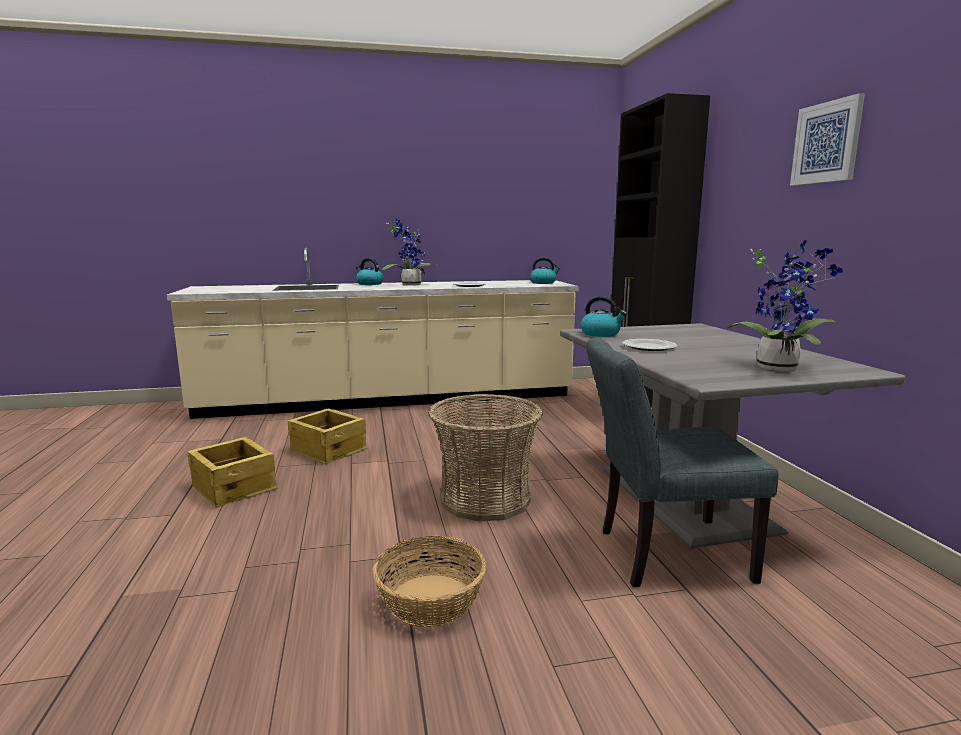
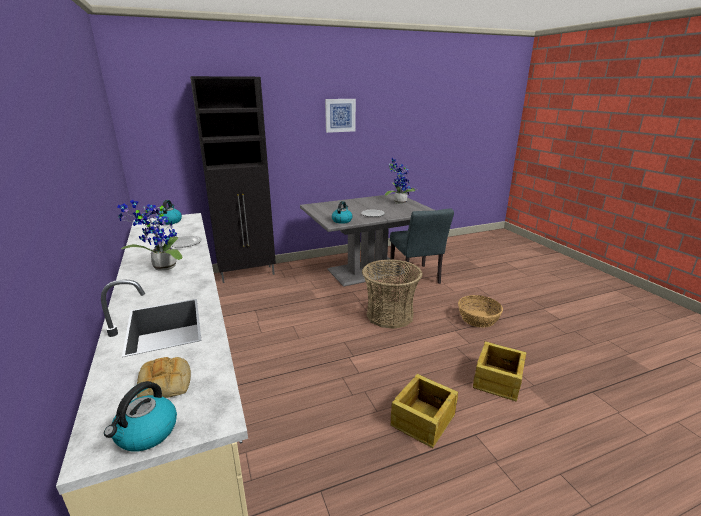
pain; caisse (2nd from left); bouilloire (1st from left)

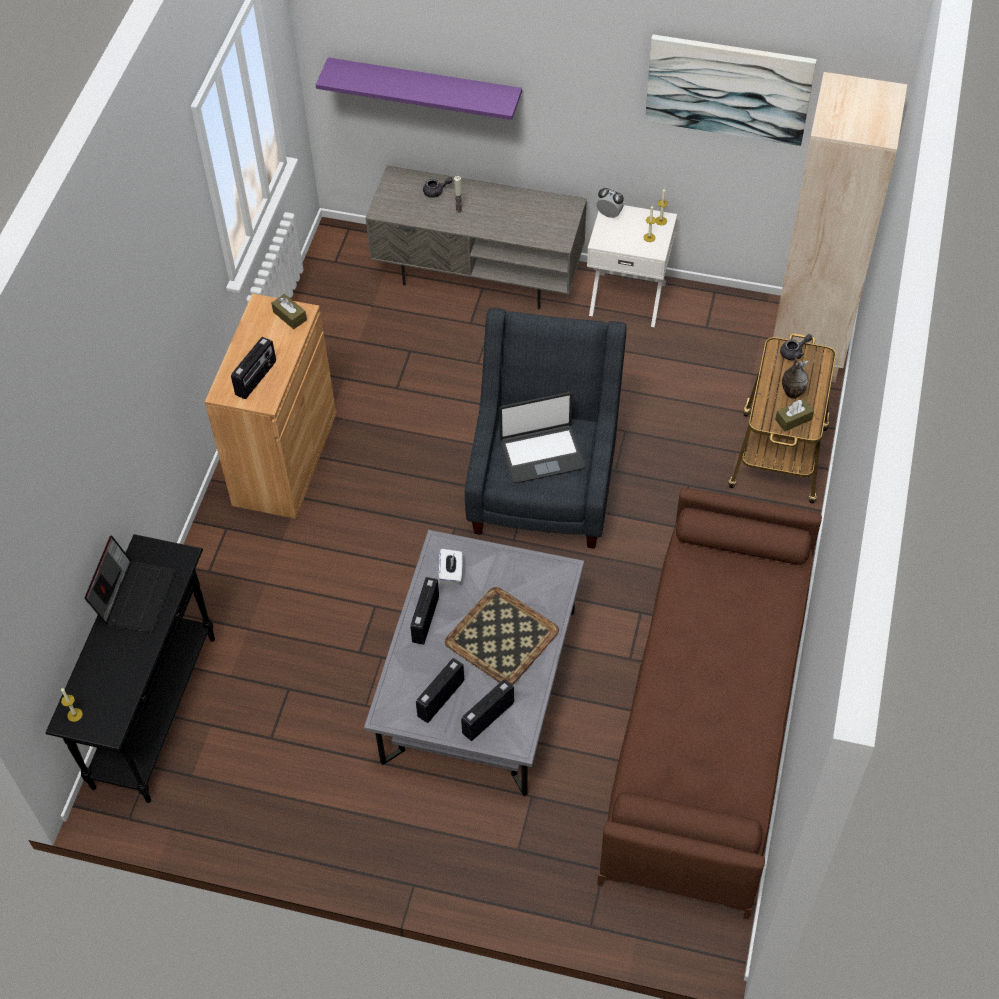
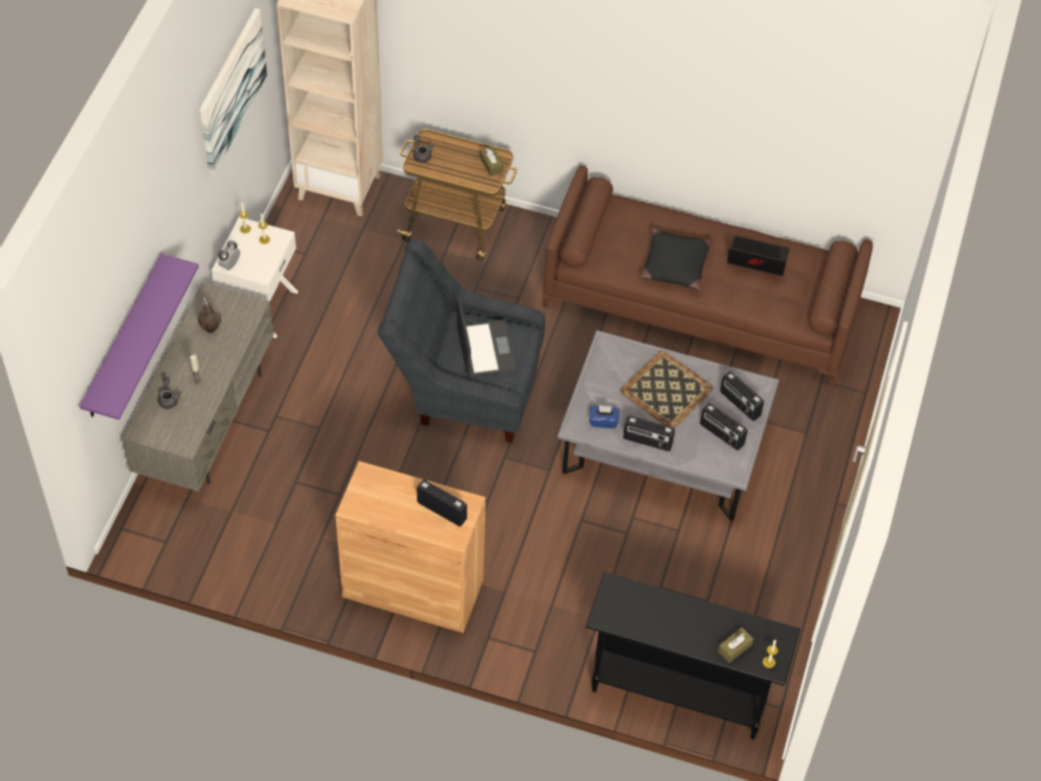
coussin (noir); ordinateur portable (2nd from left); boîte à mouchoirs (marron) (2nd from left); vase; boîte à mouchoirs (bleu)

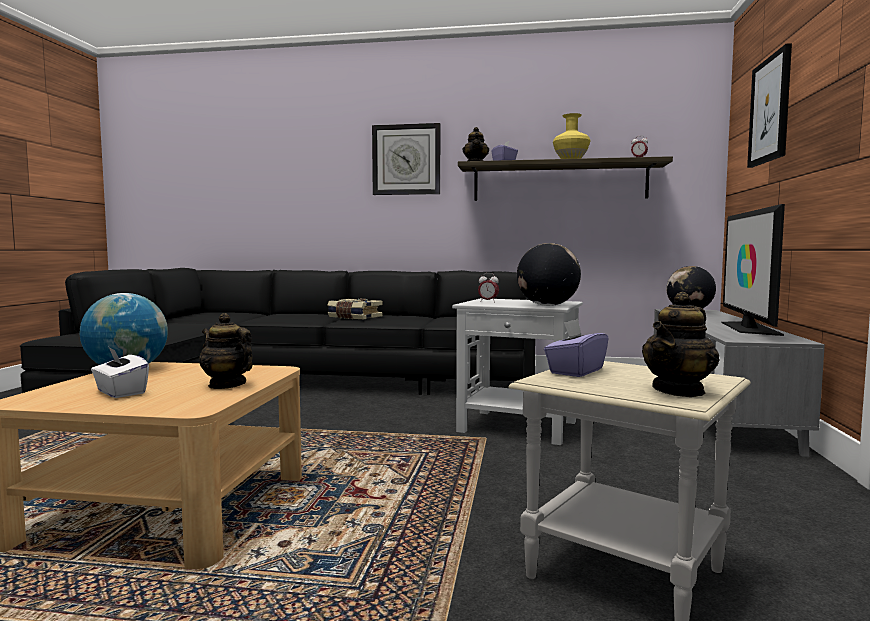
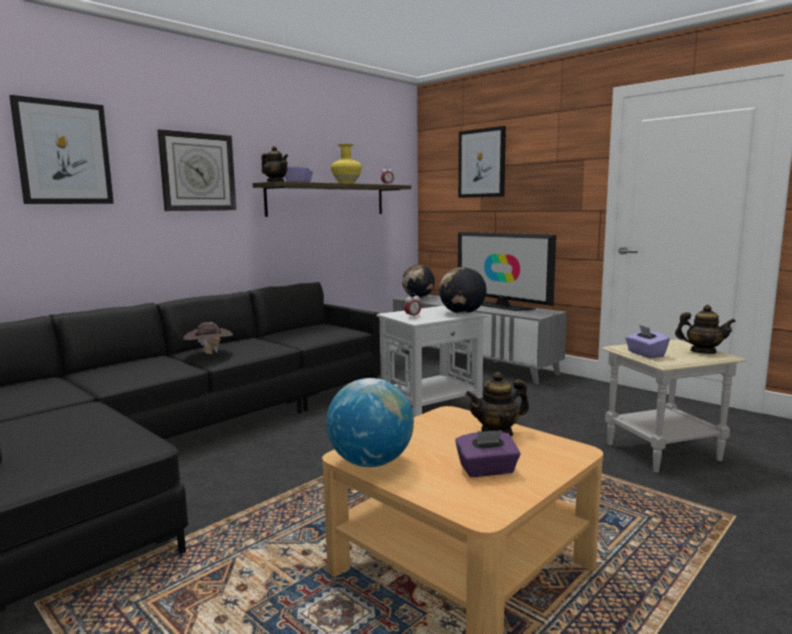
tableau (1st from left); chapeau (marron); boîte à mouchoirs (violet) (2nd from left); théière (3rd from left)

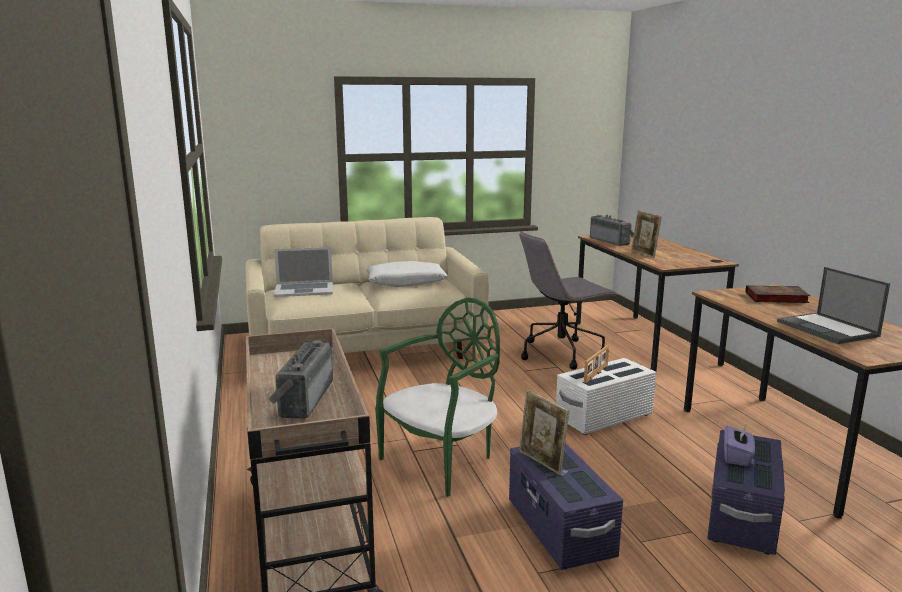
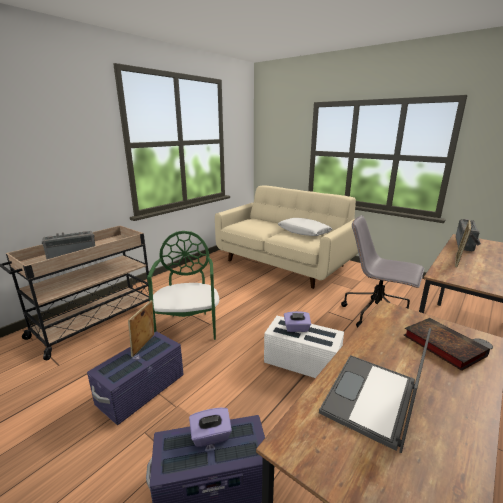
ordinateur portable (1st from left in the first image); boîte à mouchoirs (violet) (2nd from left); chaise (vert)

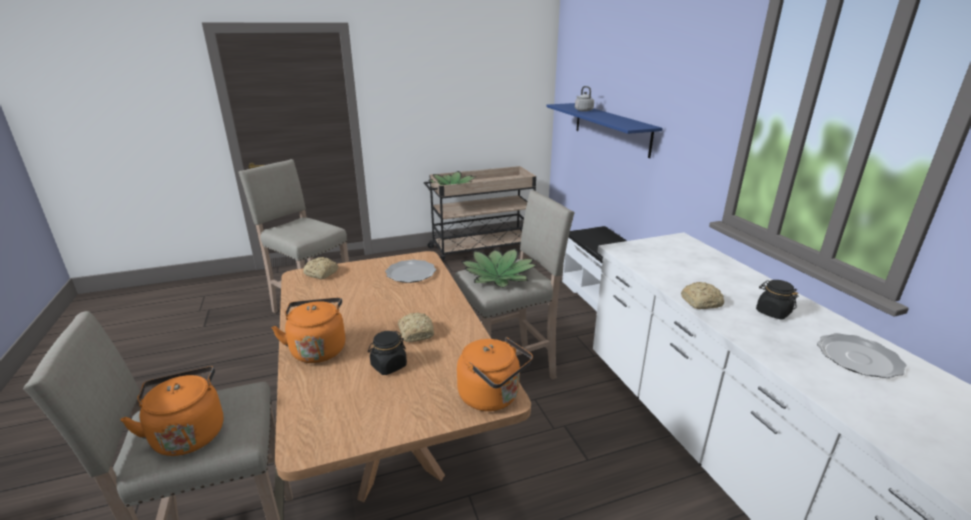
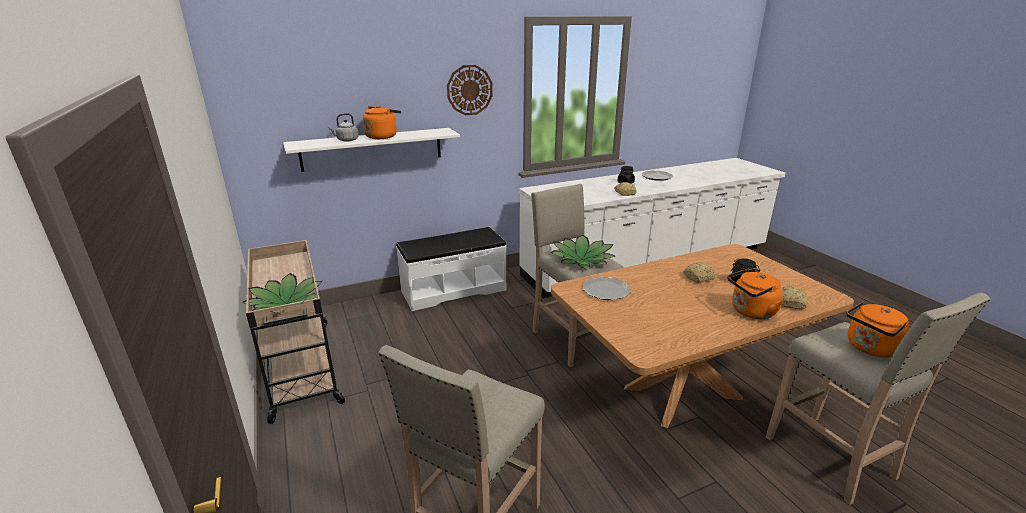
horloge murale; pain (3rd from left); bouilloire (orange) (1st from left); étagère (blanc)

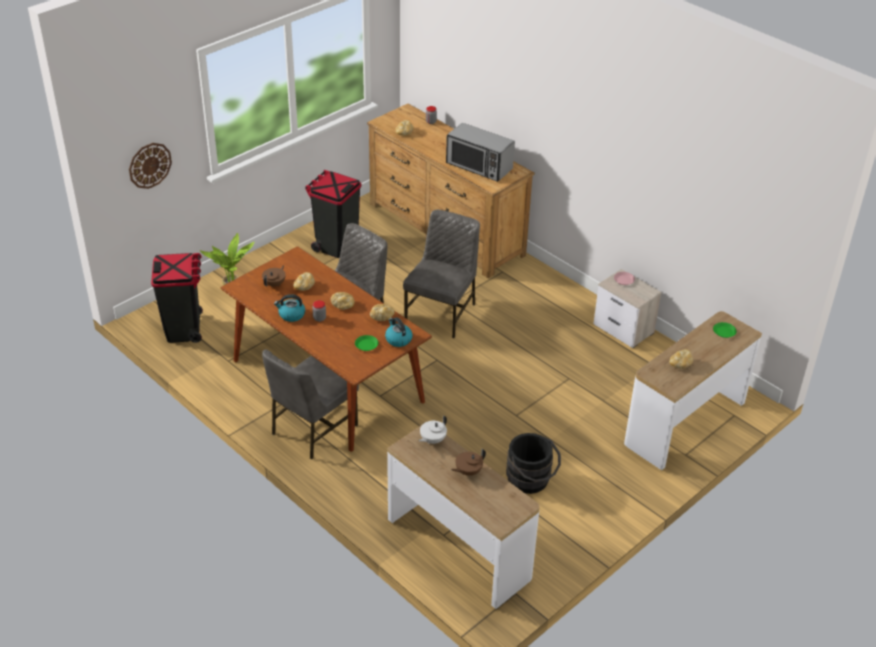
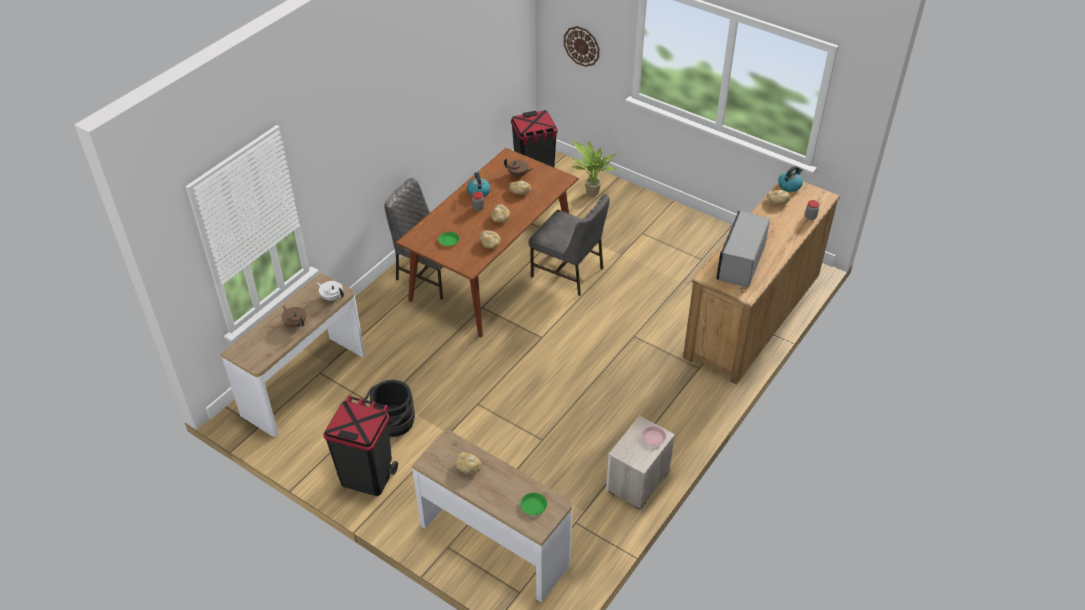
chaise (gris) (3rd from left in the first image); poubelle (noir) (1st from left); bouilloire (2nd from left)

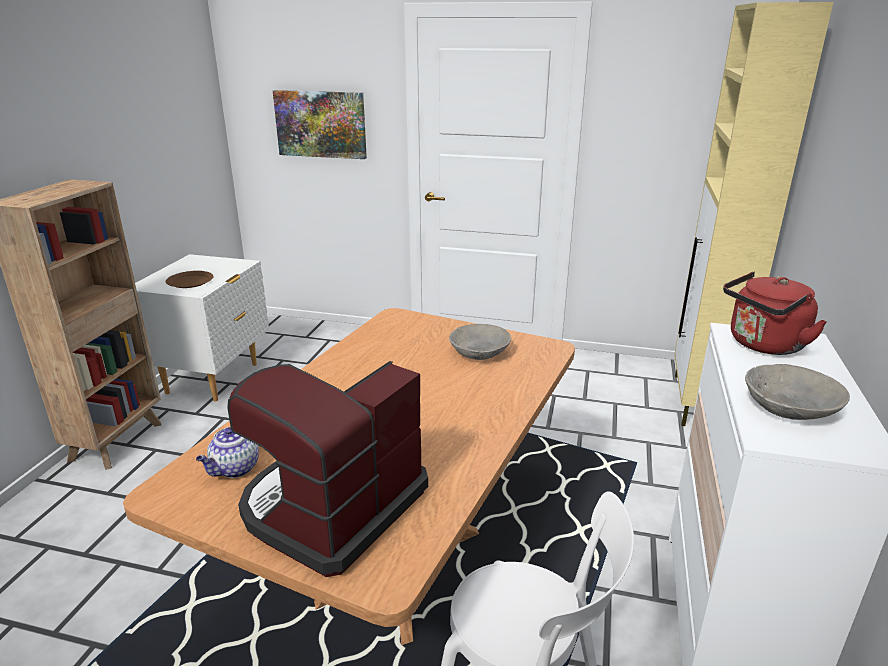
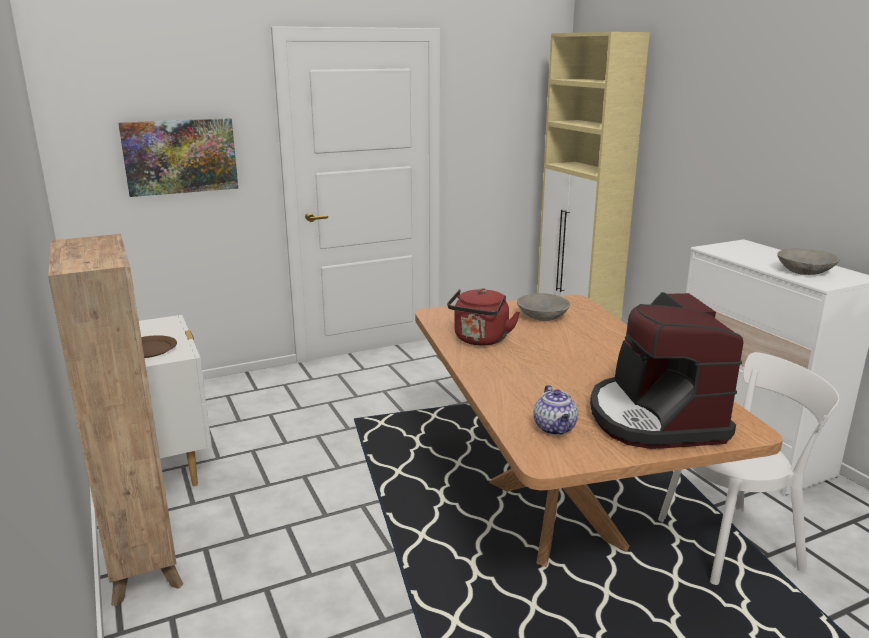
bouilloire (rouge)

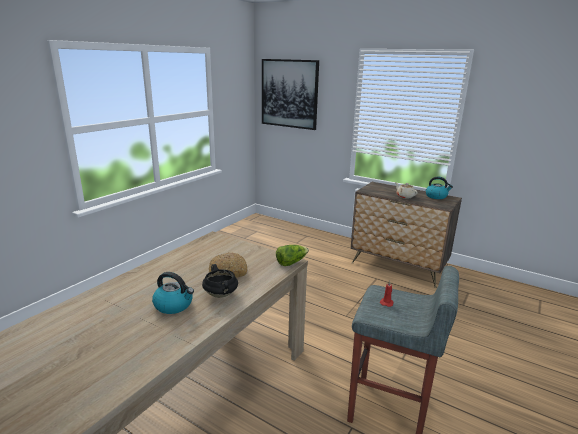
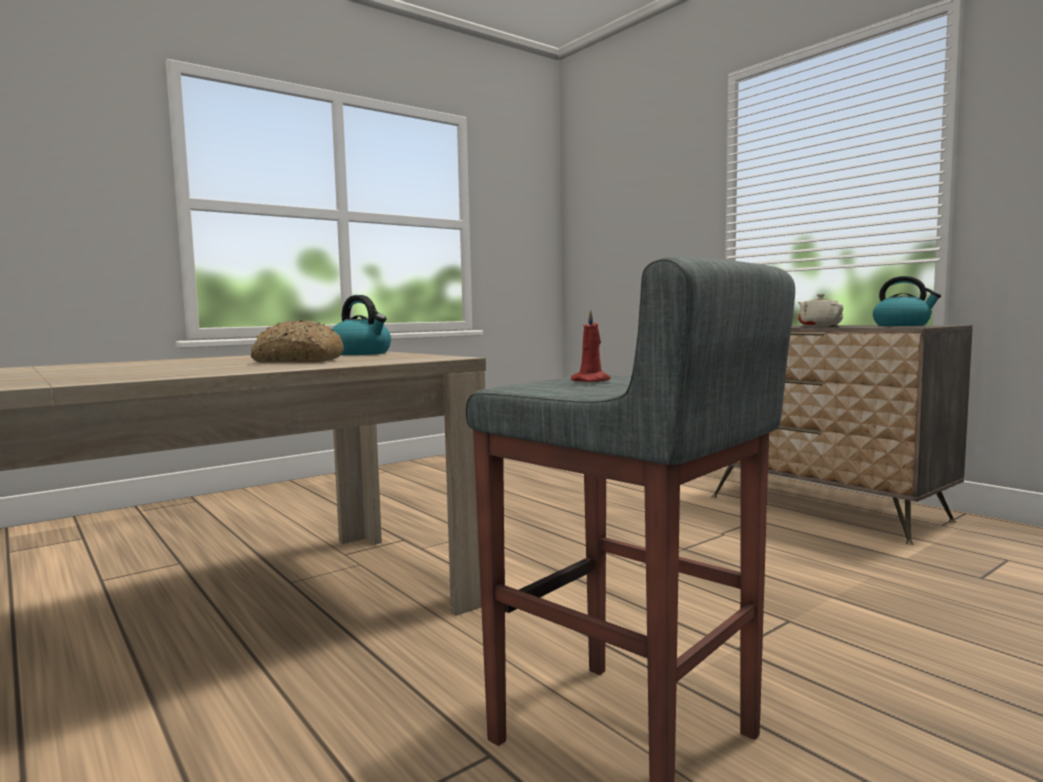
marmite (noir); tableau; laitue; bouilloire (1st from left)

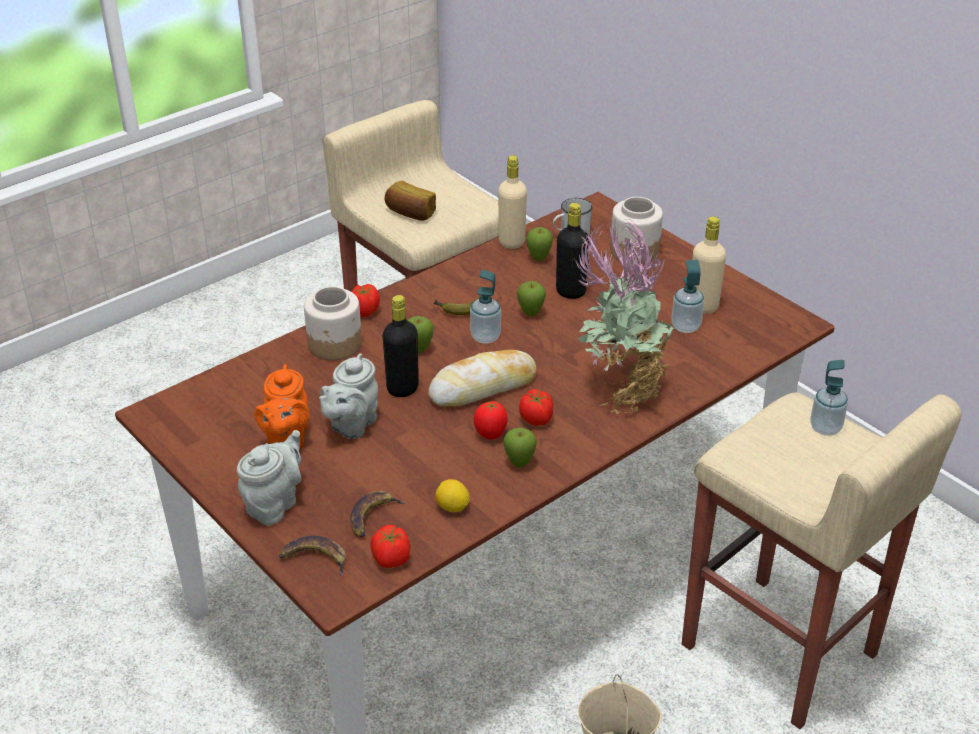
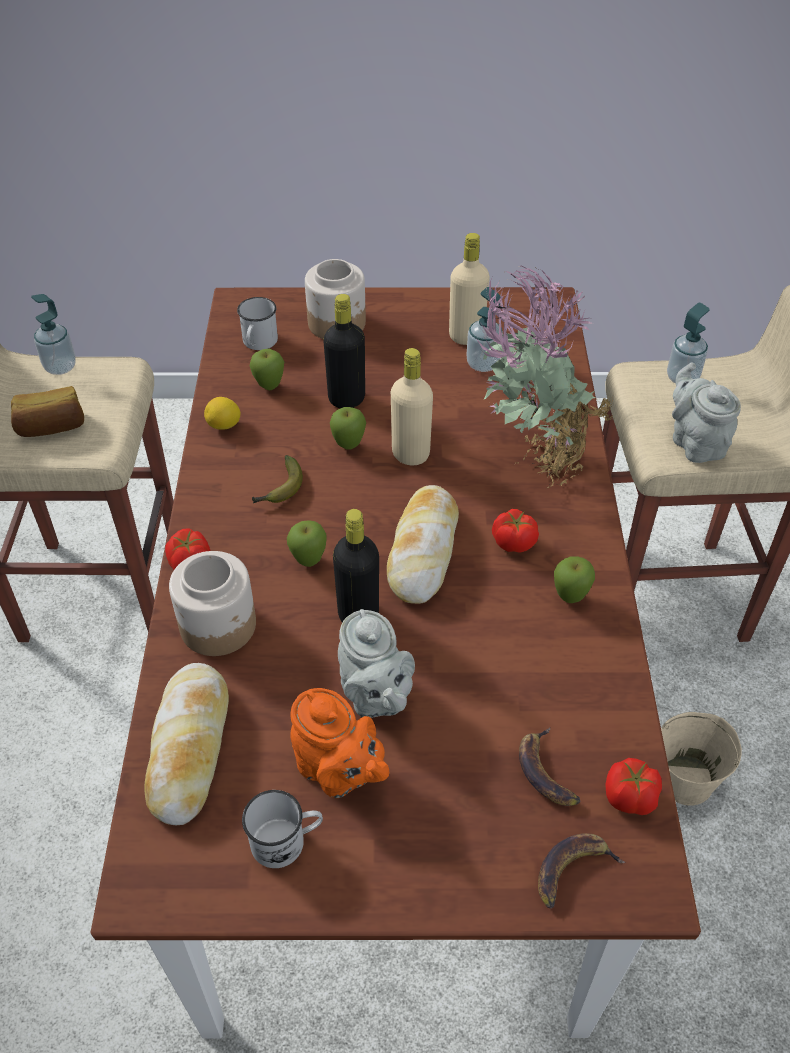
tomate (3rd from left in the first image); pain (2nd from left); mug (blanc) (2nd from left); théière (gris) (2nd from left); citron; distributeur de savon (1st from left); bouteille (beige) (1st from left)

